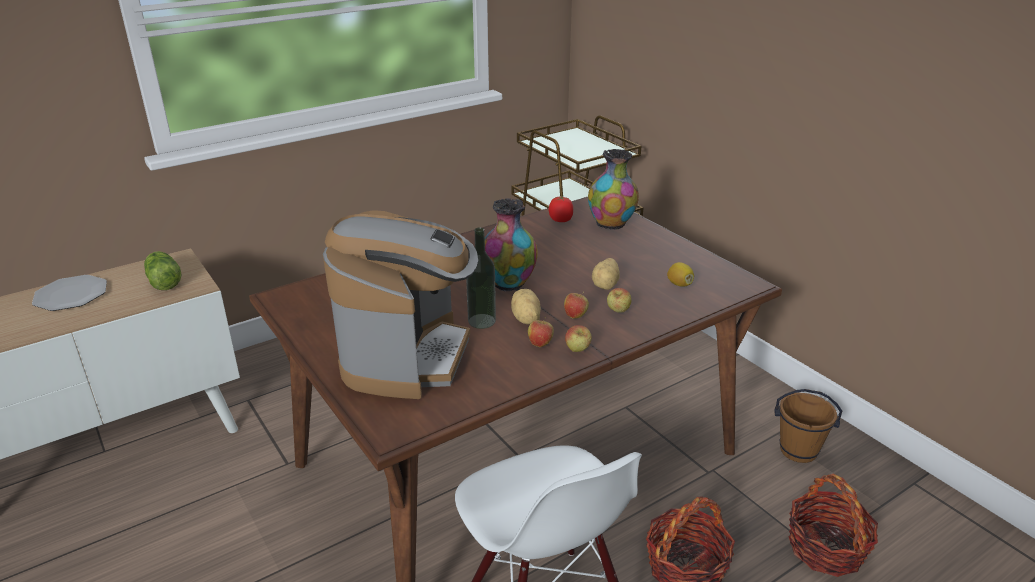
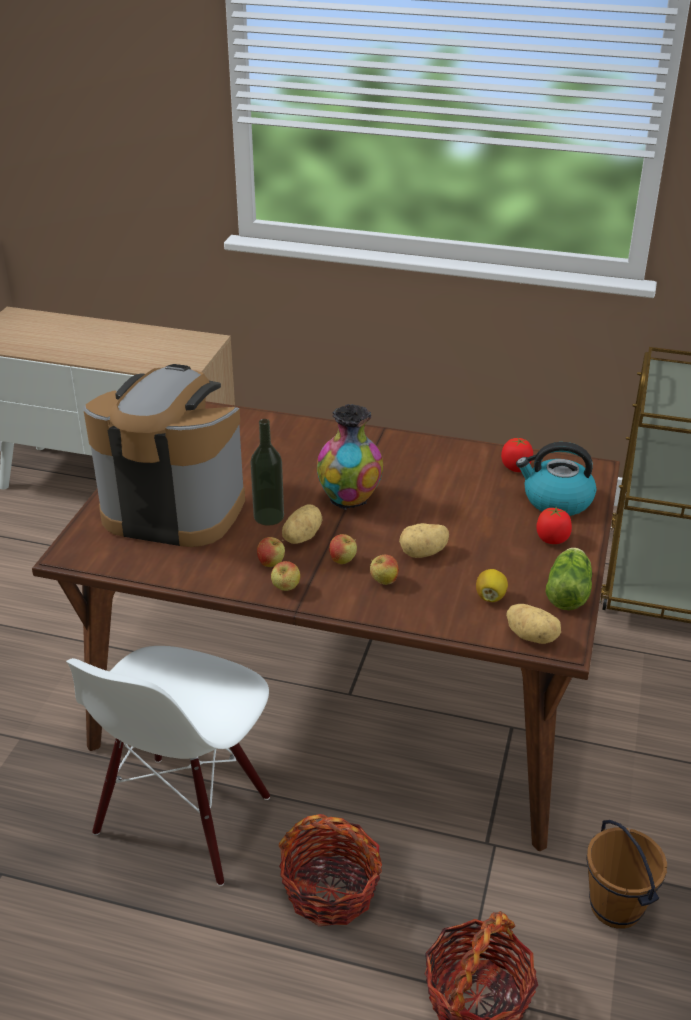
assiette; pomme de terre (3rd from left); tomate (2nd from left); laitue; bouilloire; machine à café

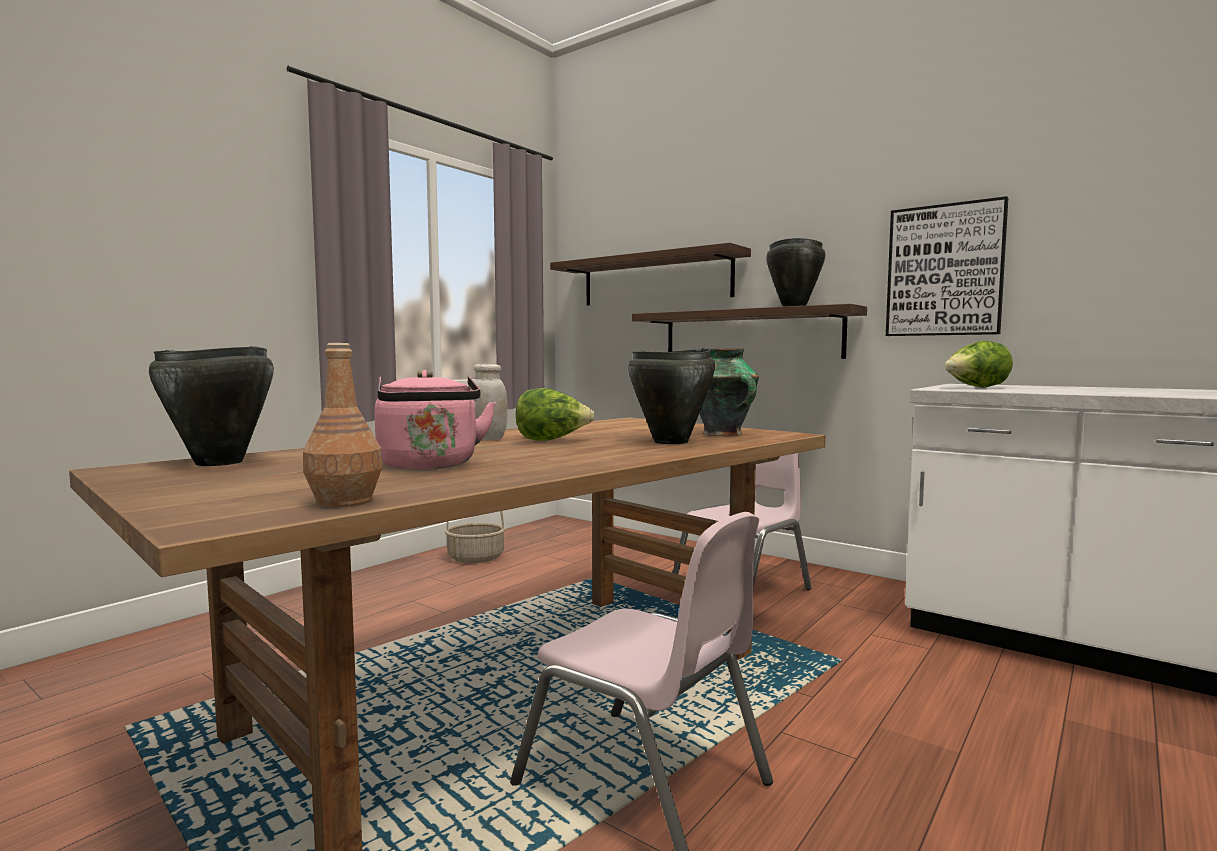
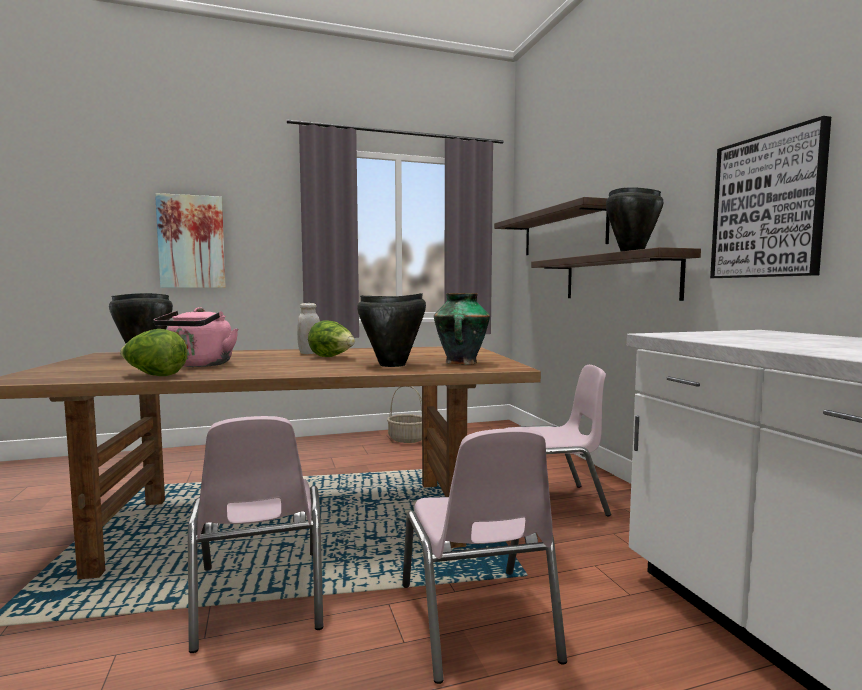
bouteille (marron); tableau (1st from left); chaise (rose) (2nd from left); laitue (1st from left)

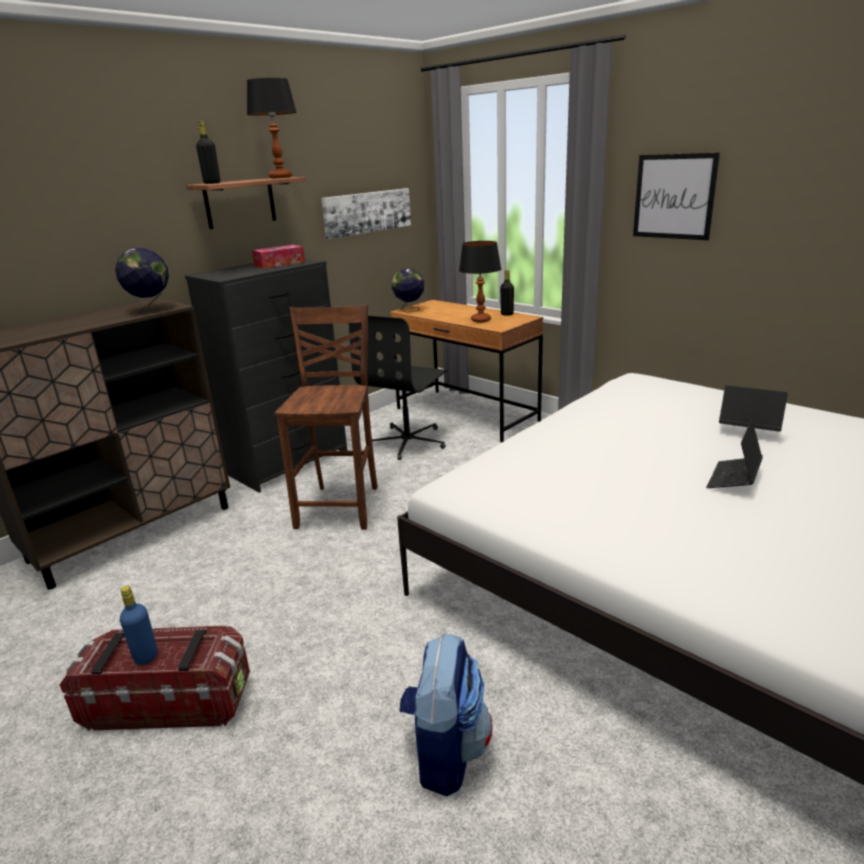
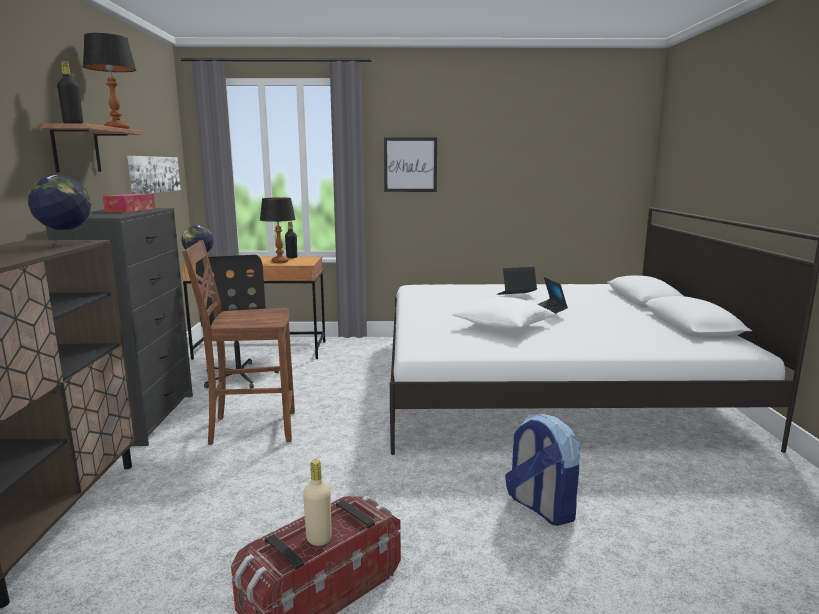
coussin (blanc); bouteille (beige); chaise (marron)

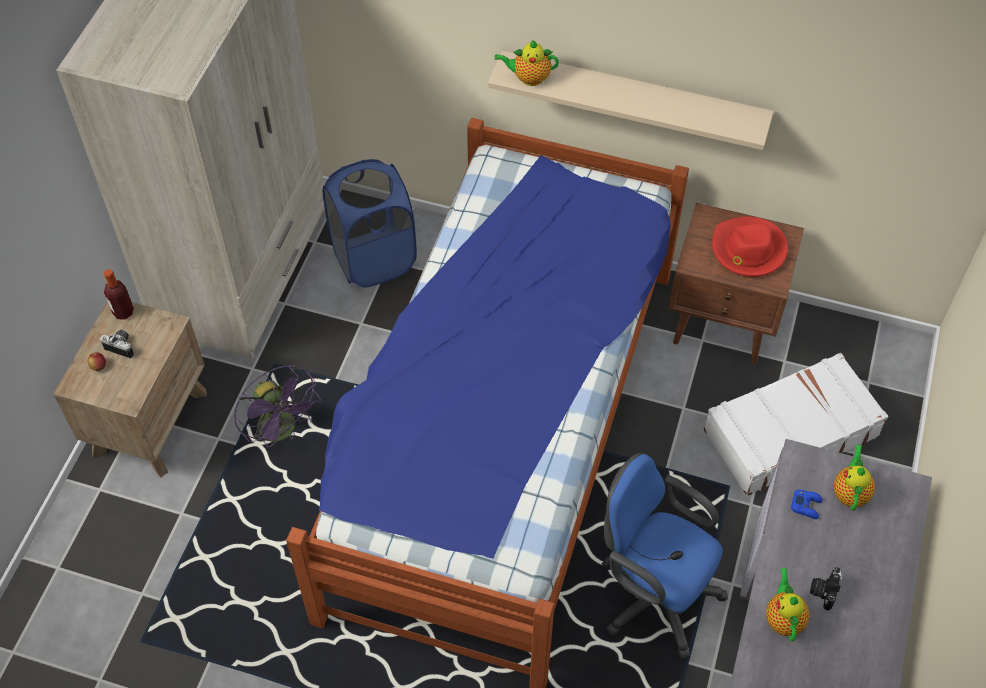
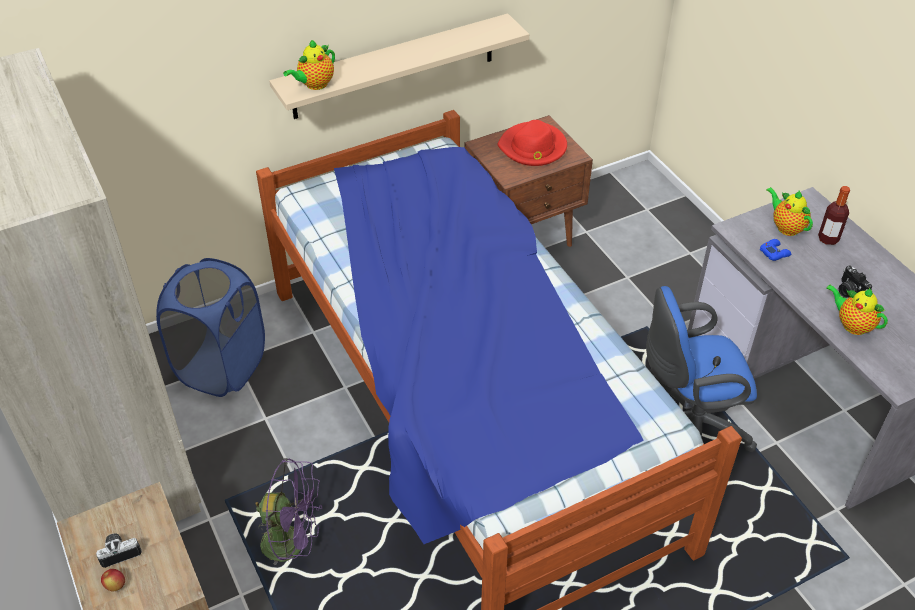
valise (blanc); bouteille

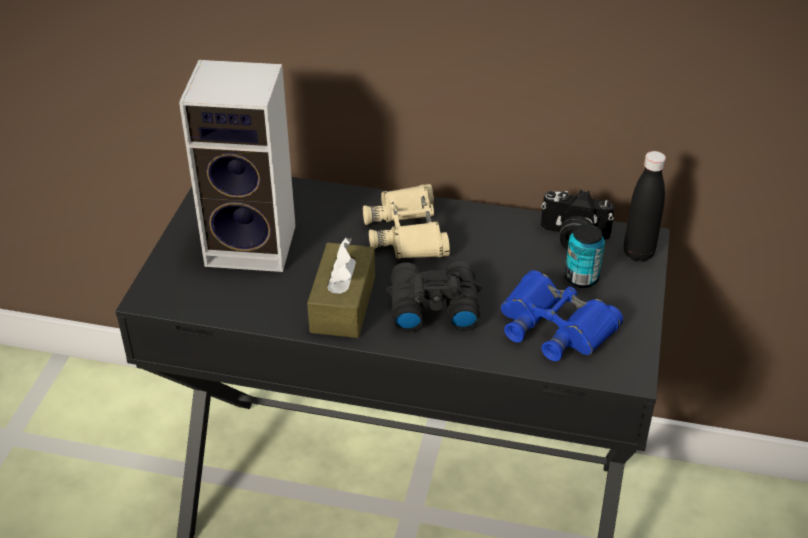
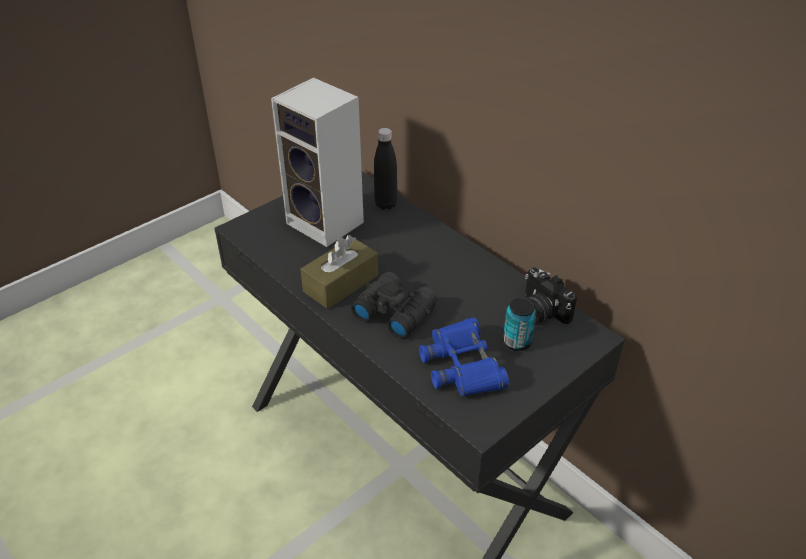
jumelles (beige); bouteille (noir)

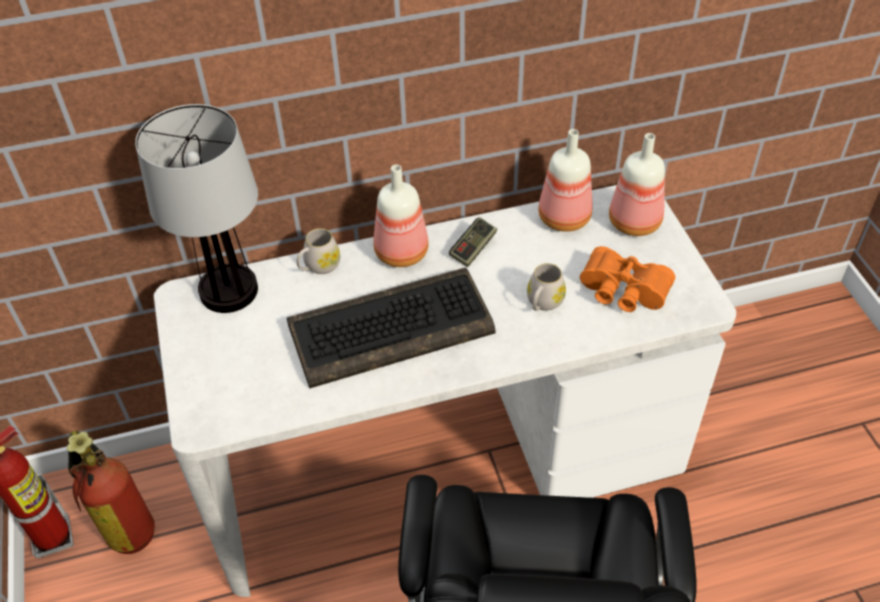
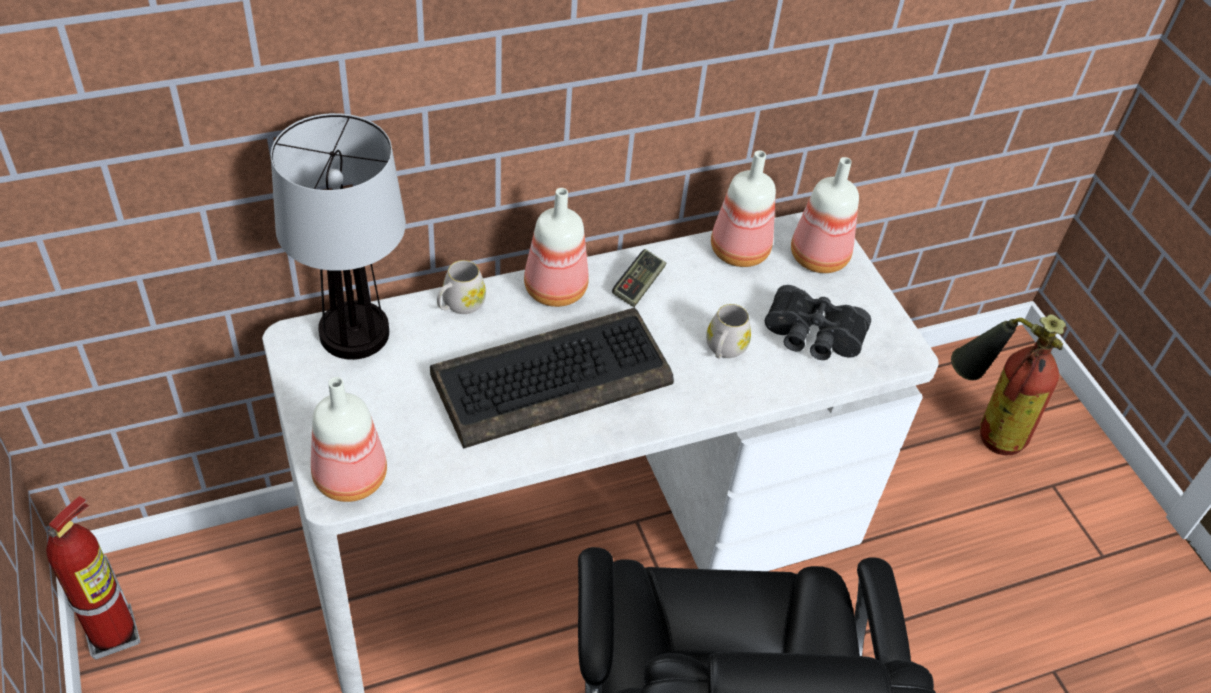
bouteille (1st from left); extincteur (2nd from left); jumelles (noir)

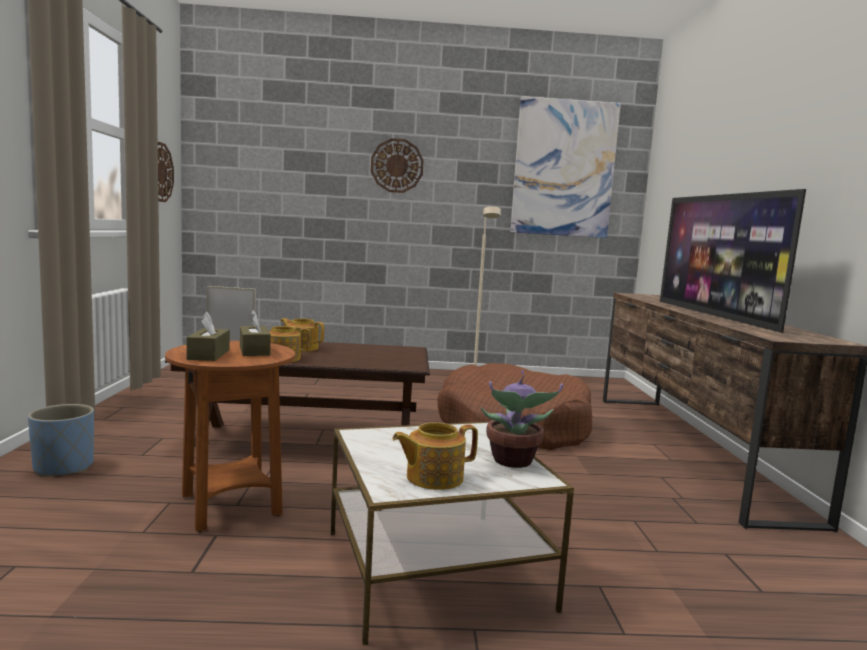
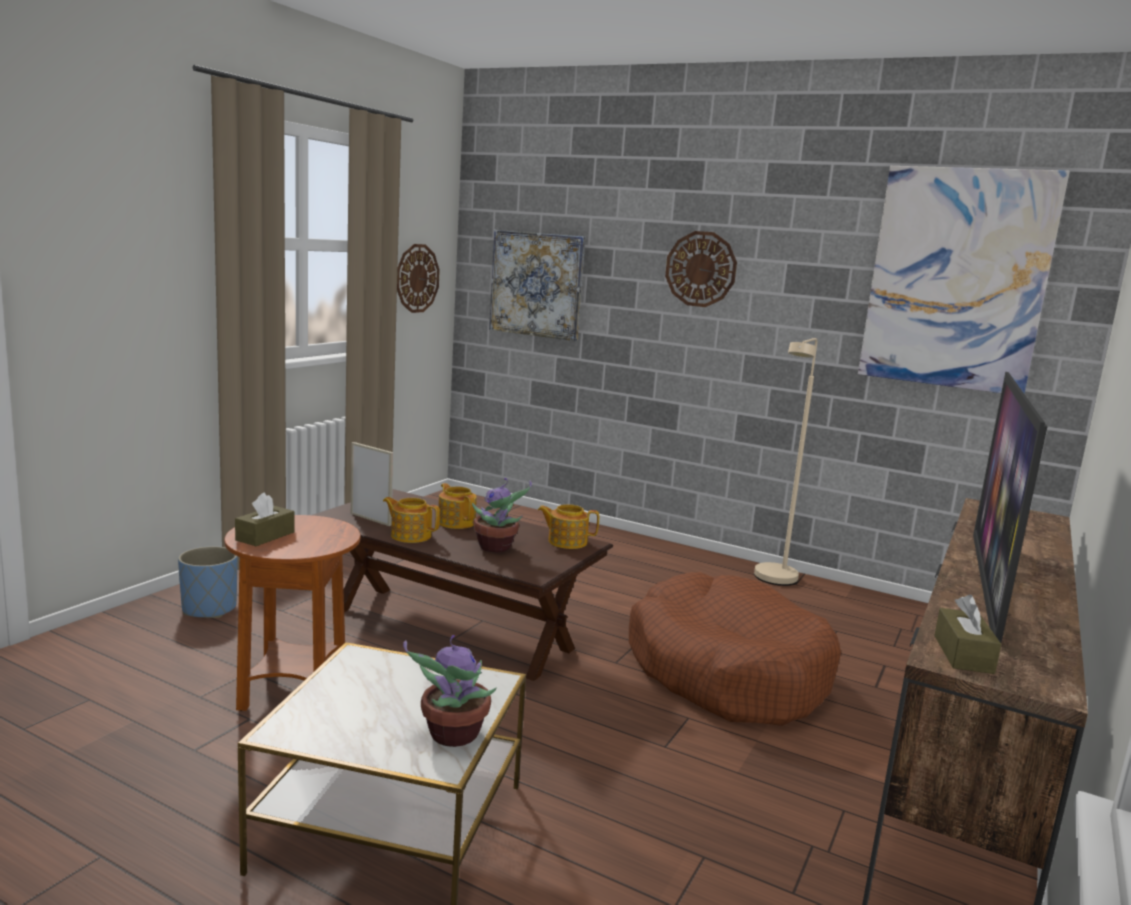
plante en pot (2nd from left); tableau (1st from left); boîte à mouchoirs (marron) (2nd from left); théière (3rd from left)

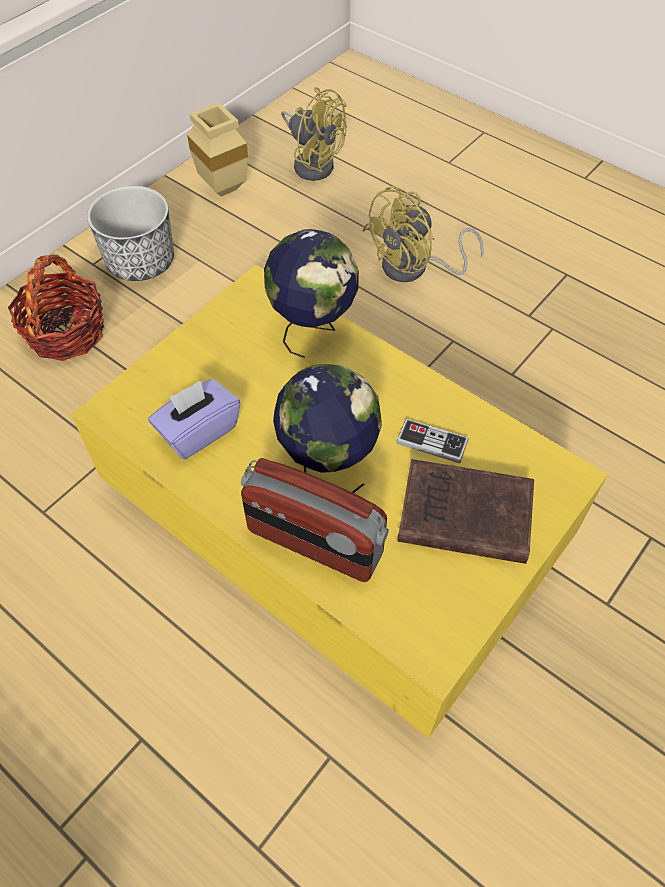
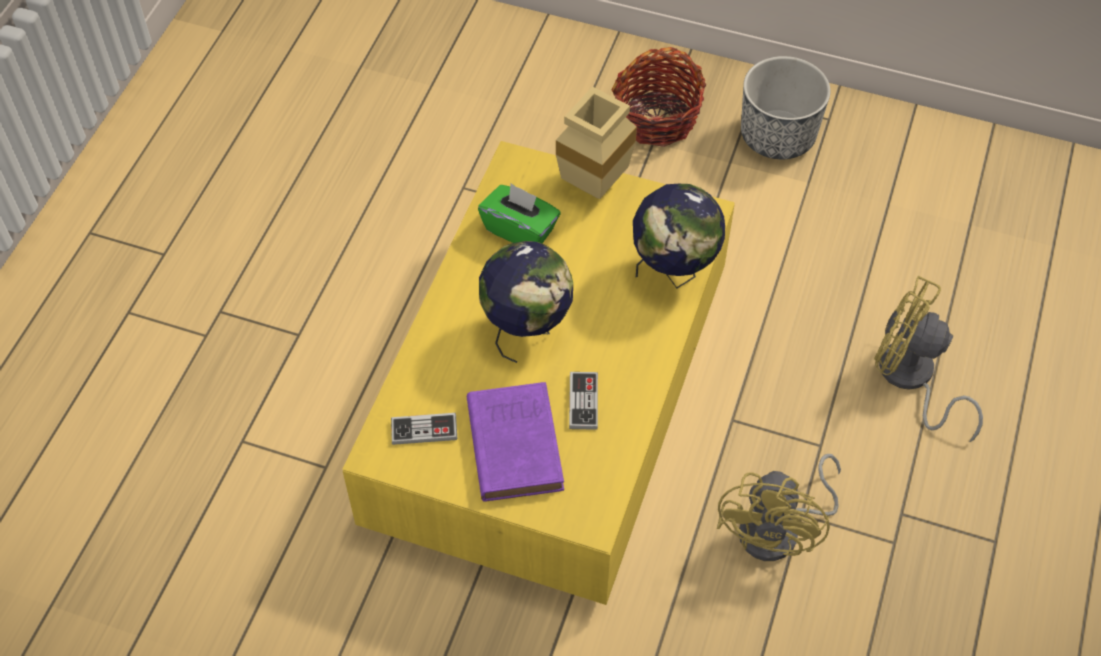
radio; manette (1st from left); vase (beige); ventilateur (jaune) (1st from left); boîte à mouchoirs (vert); livre (violet)

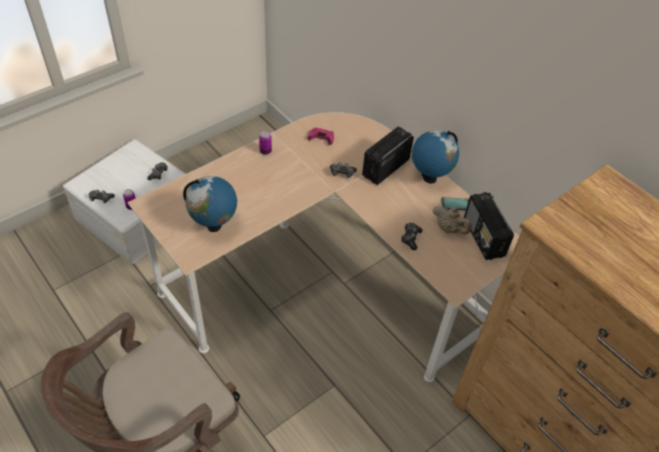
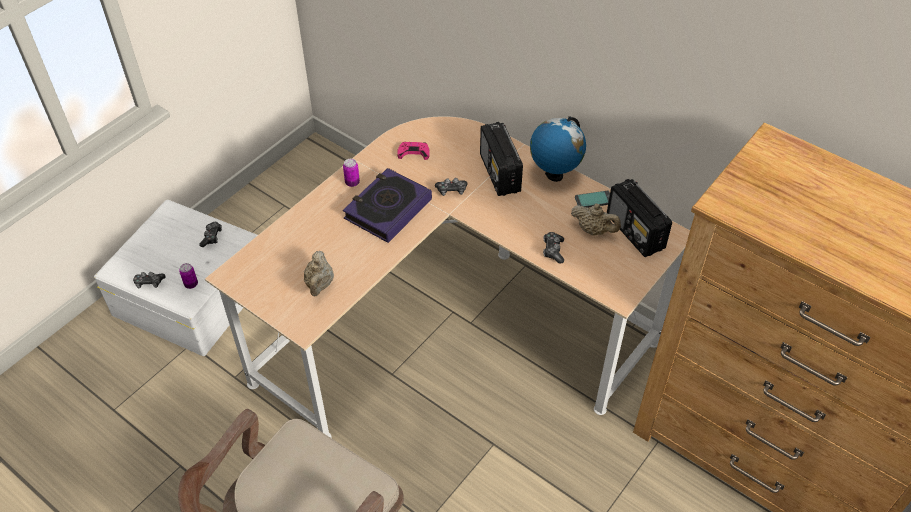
livre; théière (beige) (1st from left); radio (1st from left)

